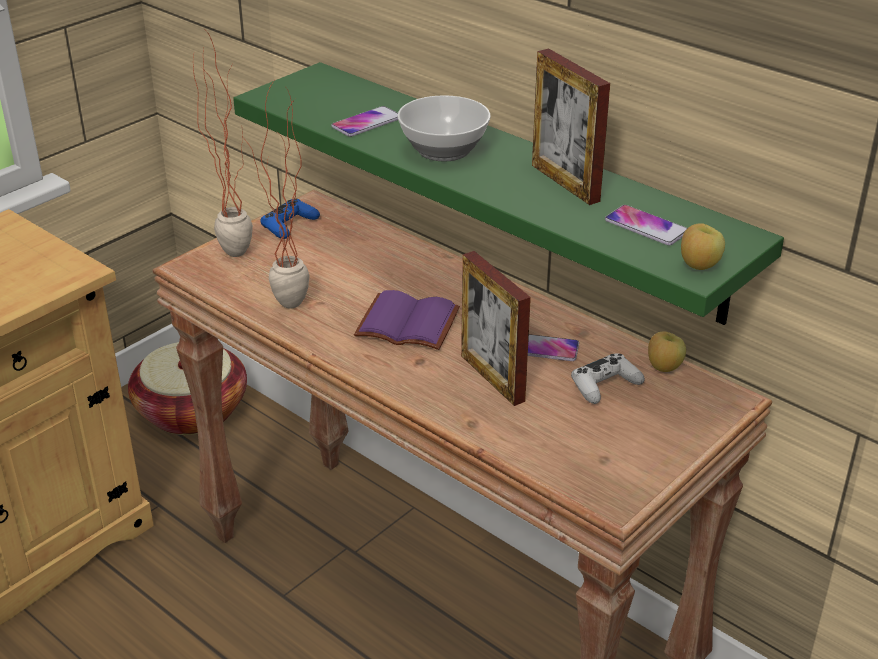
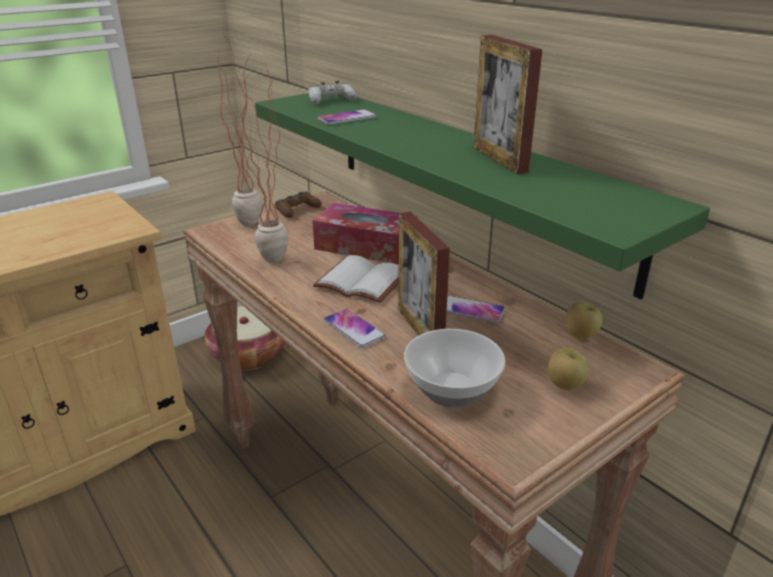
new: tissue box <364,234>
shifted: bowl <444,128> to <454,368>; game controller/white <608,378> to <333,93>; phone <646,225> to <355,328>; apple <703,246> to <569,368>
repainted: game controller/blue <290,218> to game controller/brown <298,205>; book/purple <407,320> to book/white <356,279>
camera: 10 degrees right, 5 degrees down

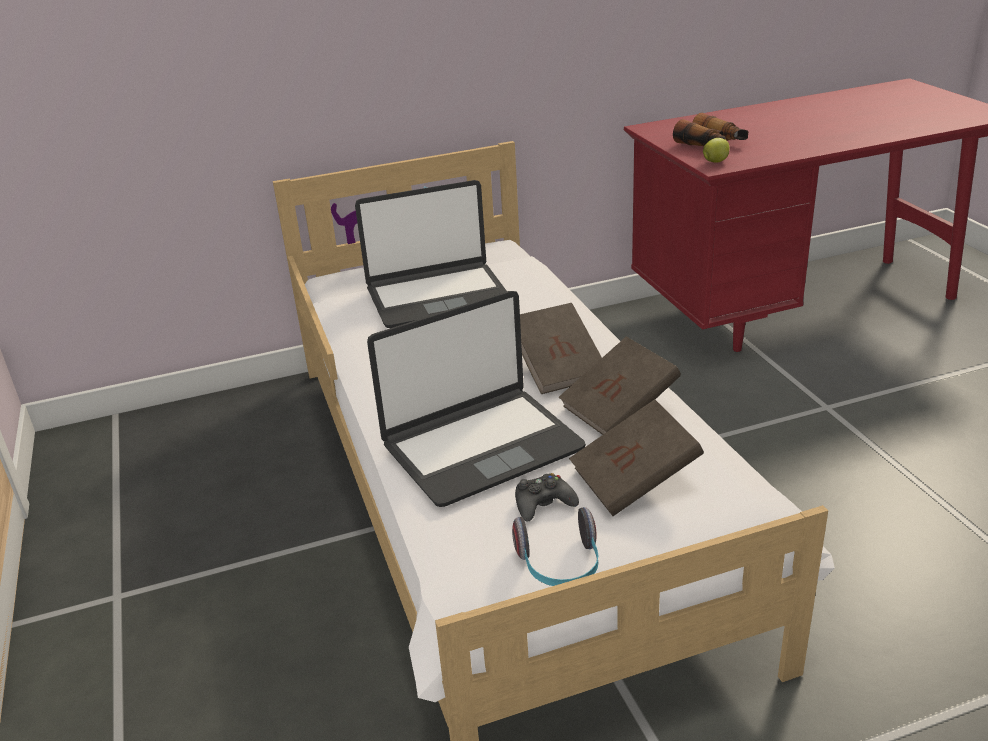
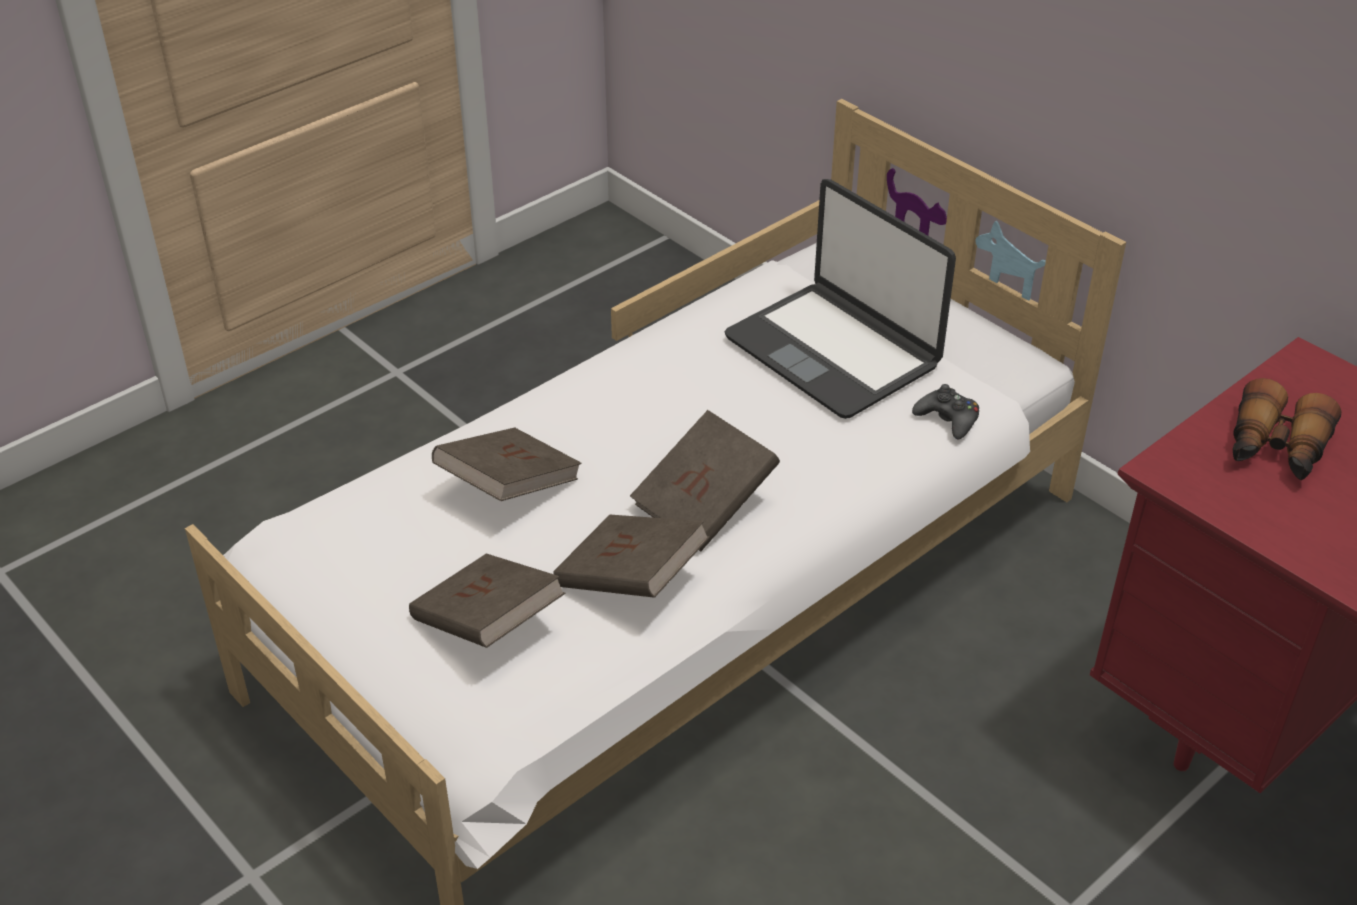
gone: headphones <555,546>; apple <716,150>
shifted: game controller/black <547,497> to <945,411>
swapped: laptop <476,399> to book/brown <507,464>
camera: 65 degrees right, 10 degrees up

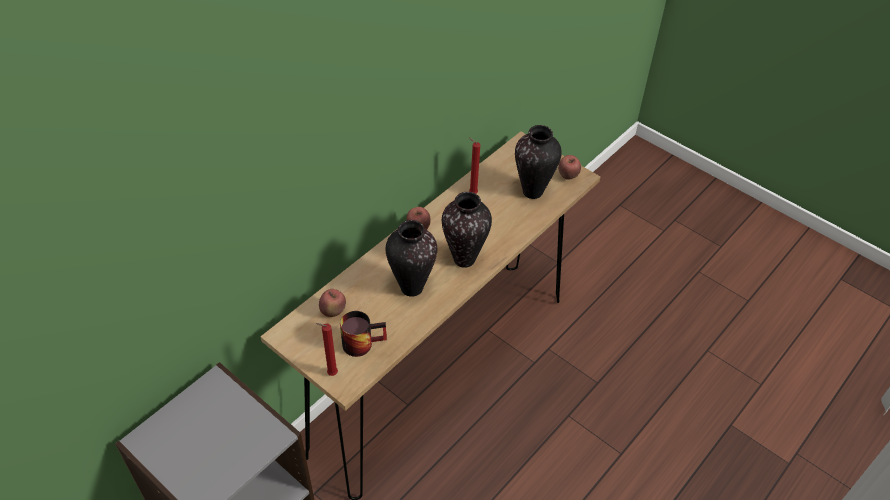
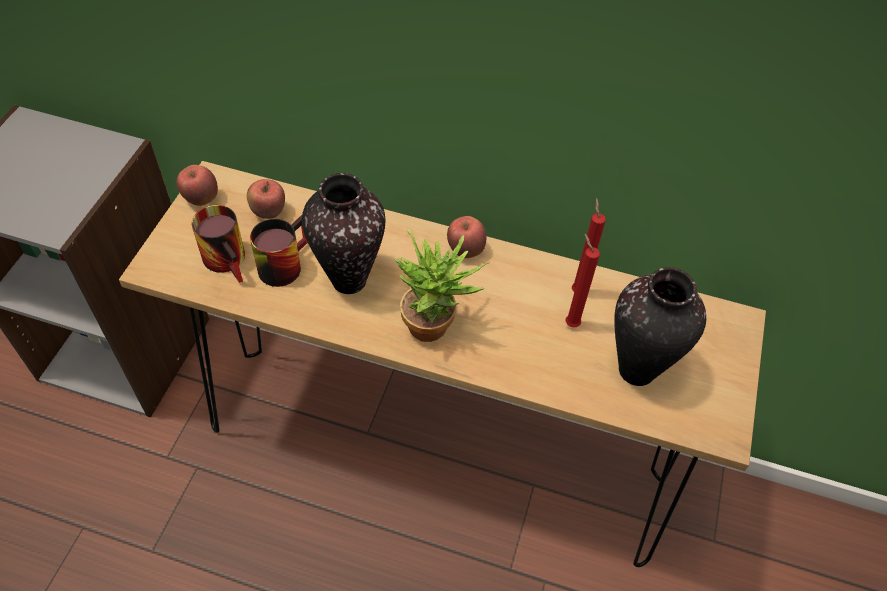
new: mug <279,251>
shifted: candle/red <327,349> to <582,281>; apple <569,167> to <197,185>
swapped: vase <467,230> to potted plant <442,285>
camera: 65 degrees right, 5 degrees up

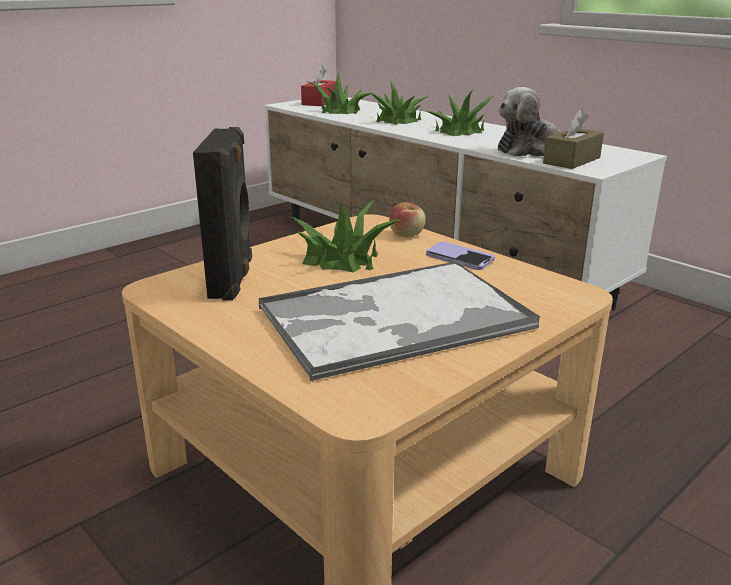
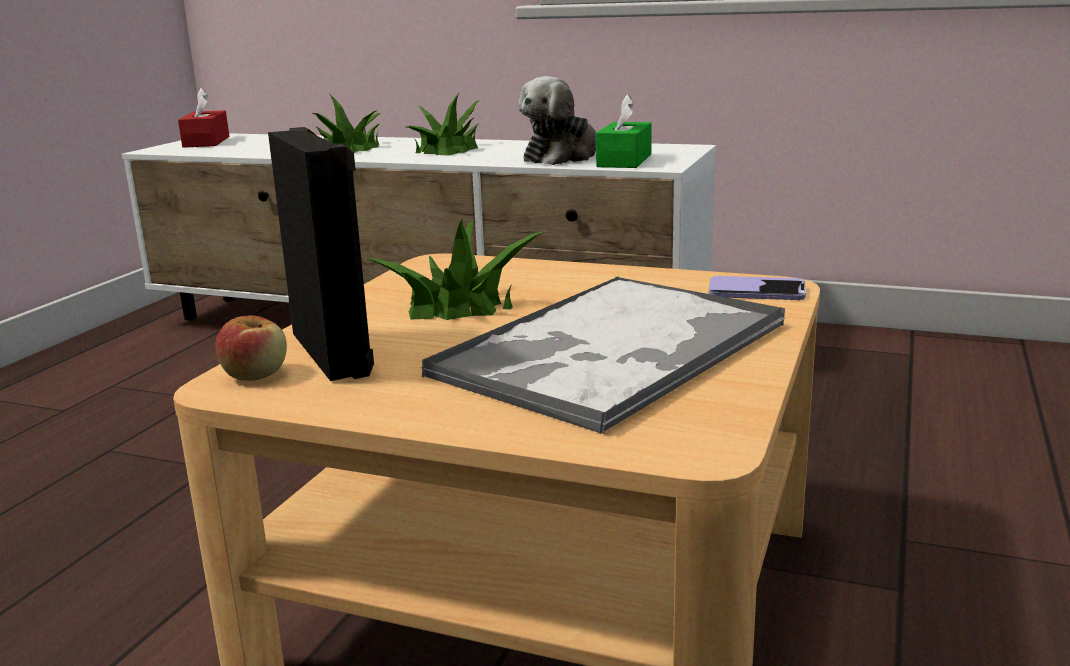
gone: potted plant <340,93>
shifted: apple <407,219> to <251,348>; phone <460,256> to <757,288>
repainted: tissue box/brown <573,139> to tissue box/green <624,131>
camera: 25 degrees left, 5 degrees down

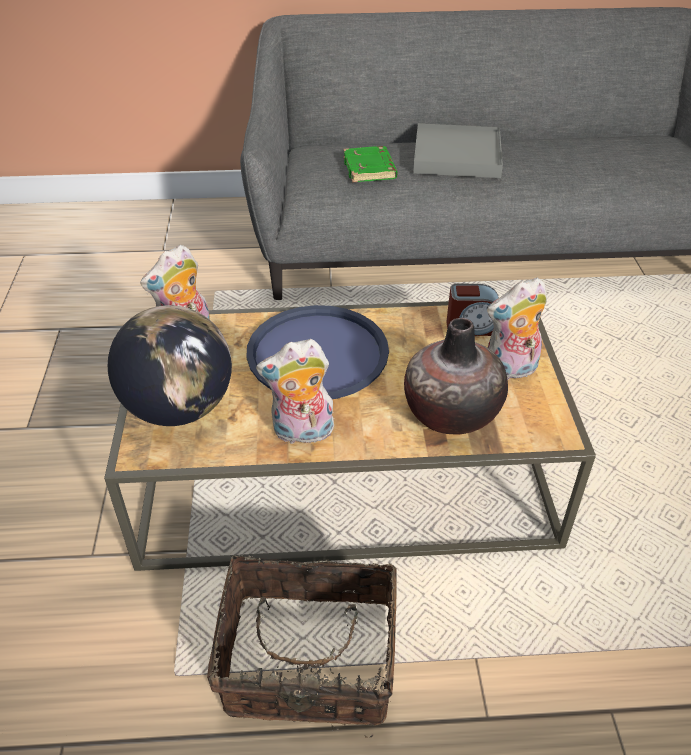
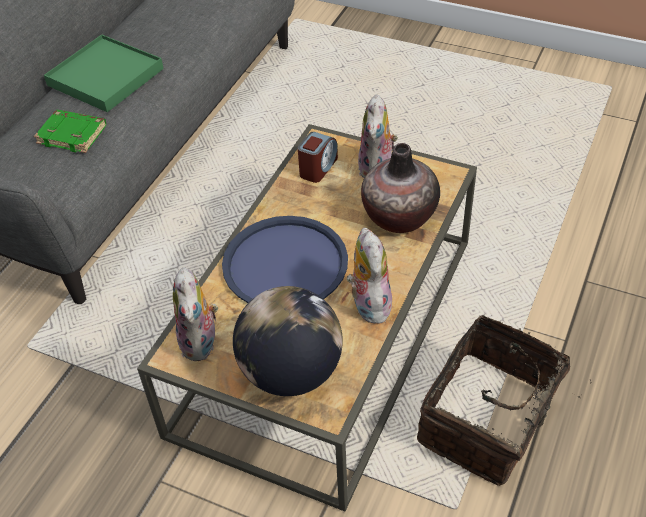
repainted: tray/grey <458,150> to tray/green <104,73>
rotated: plush toy <296,391> = <369,276> 150 degrees clockwise
camera: 60 degrees left, 5 degrees up

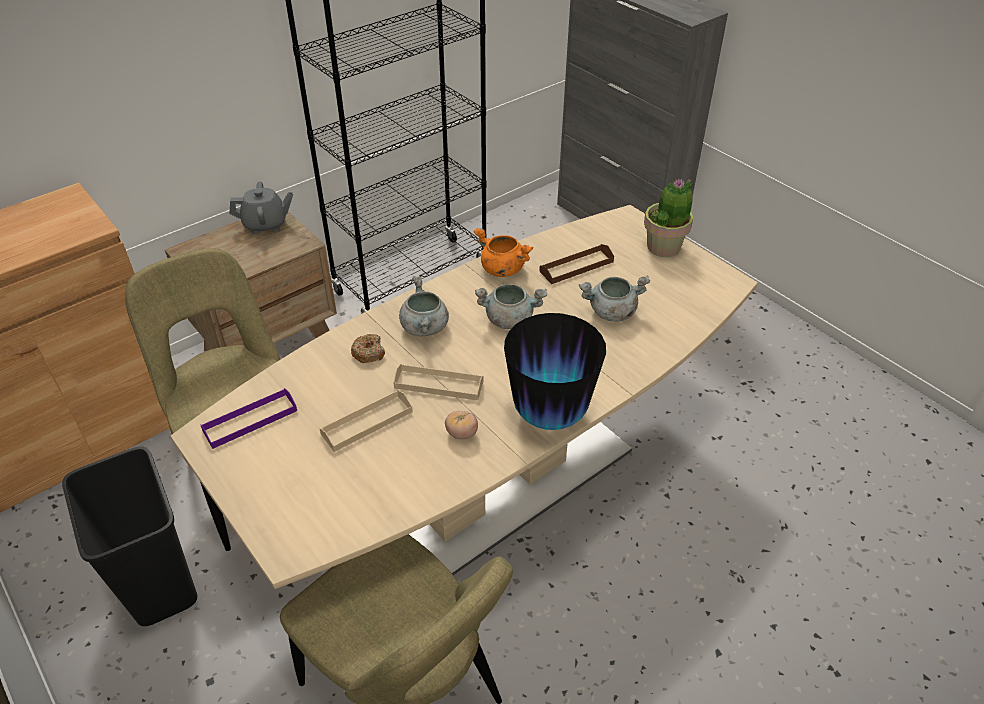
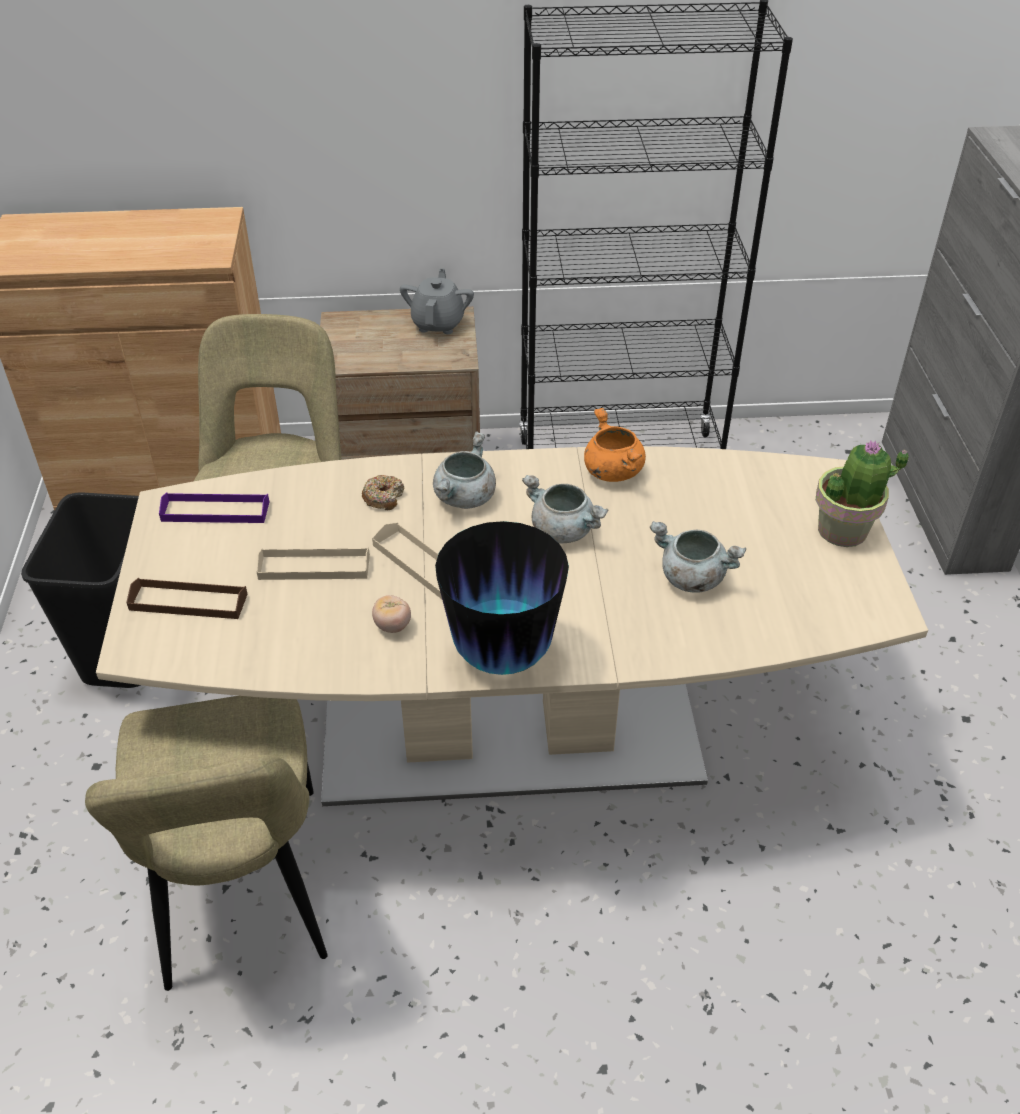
shifted: tray/brown <576,264> to <187,598>
rotated: teapot/grey <261,207> = <437,301> 105 degrees counterclockwise
camera: 35 degrees right, 0 degrees up

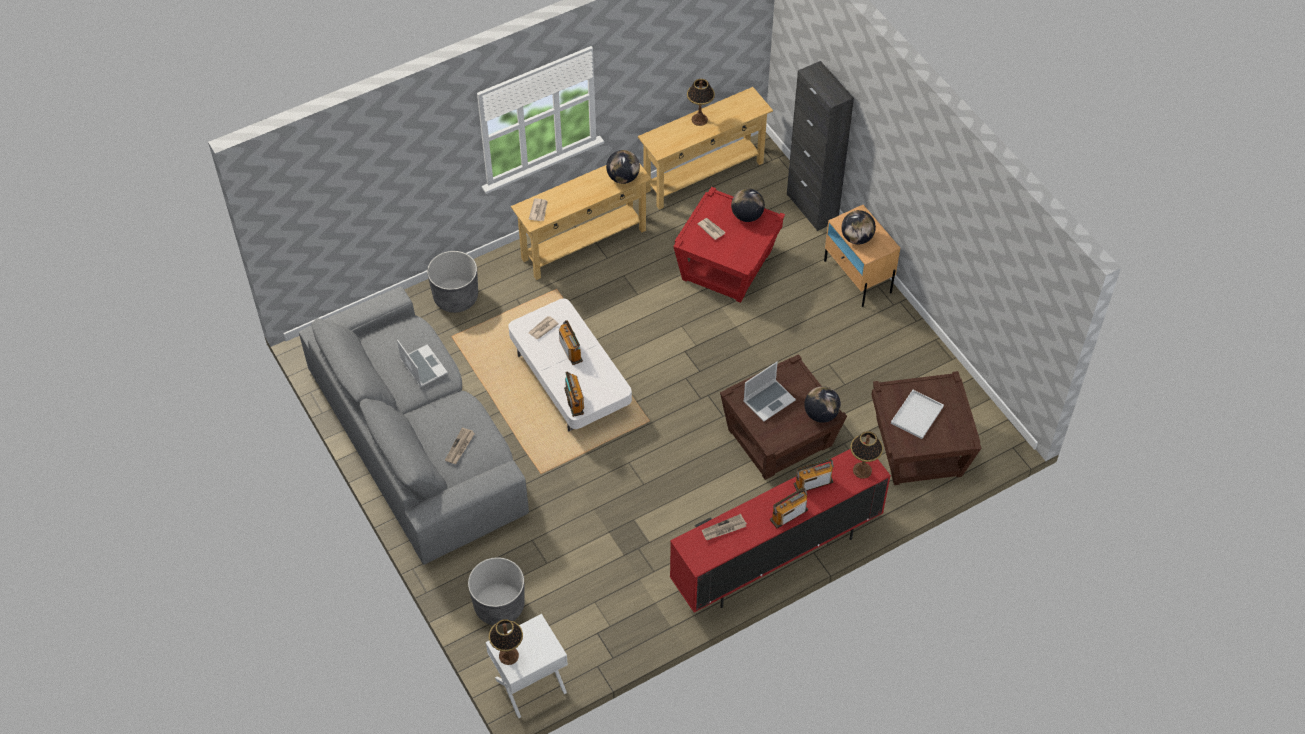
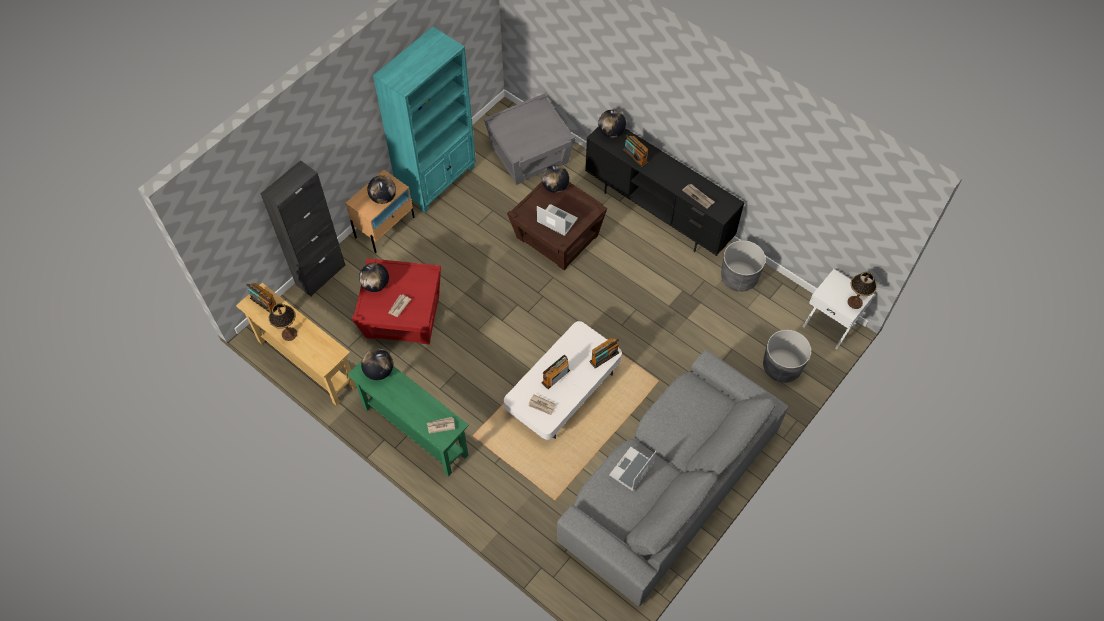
gone: newspaper <460,445>; tray/white <917,414>
new: bookcase/turquoise <424,119>
shifted: planter/grey <452,282> to <743,266>; radio <789,508> to <261,298>
swapped: table lamp <866,455> to globe <612,124>
repainted: console table/beige <581,221> to console table/green <408,419>; tv stand/red <780,527> to tv stand/black <665,191>; side table/brown <926,428> to side table/grey <530,139>
camera: 110 degrees left, 5 degrees up

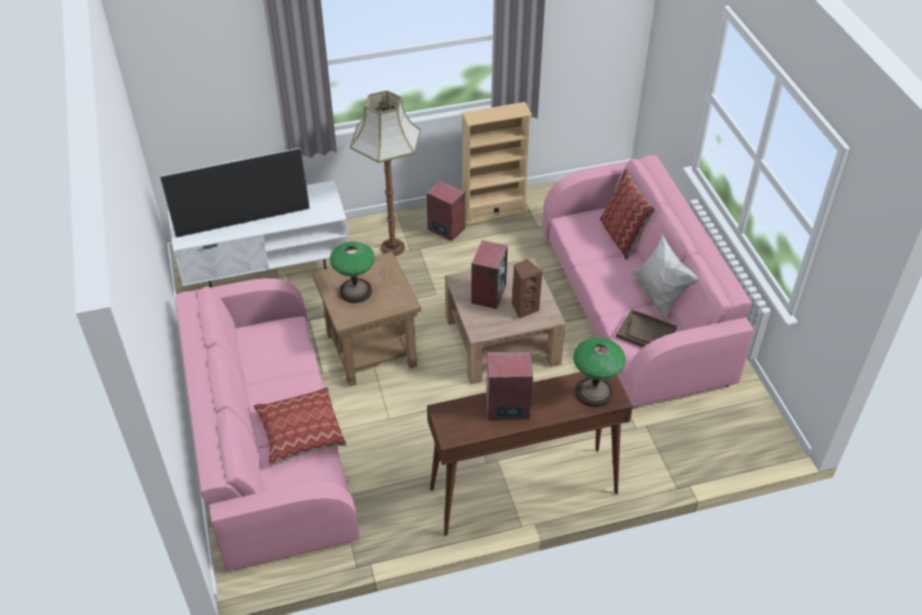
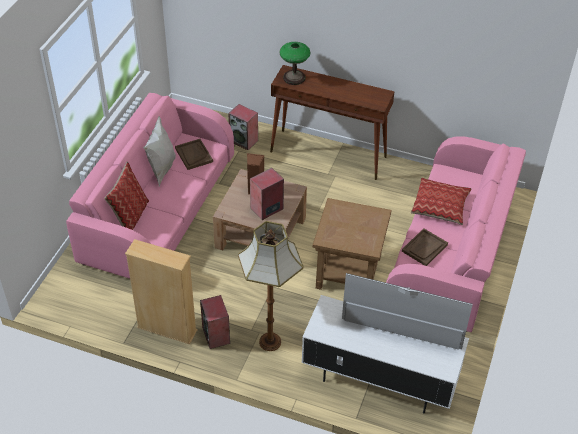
gone: table lamp <352,272>
new: tray/brown <425,247>
shifted: speaker <509,385> to <243,127>
camera: 145 degrees left, 0 degrees up

